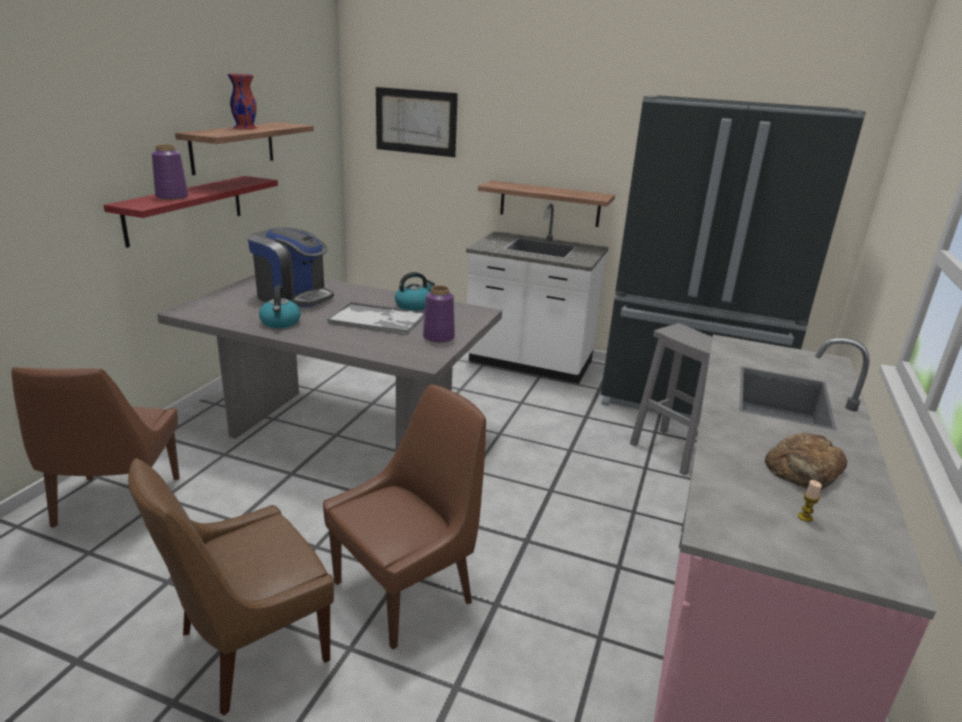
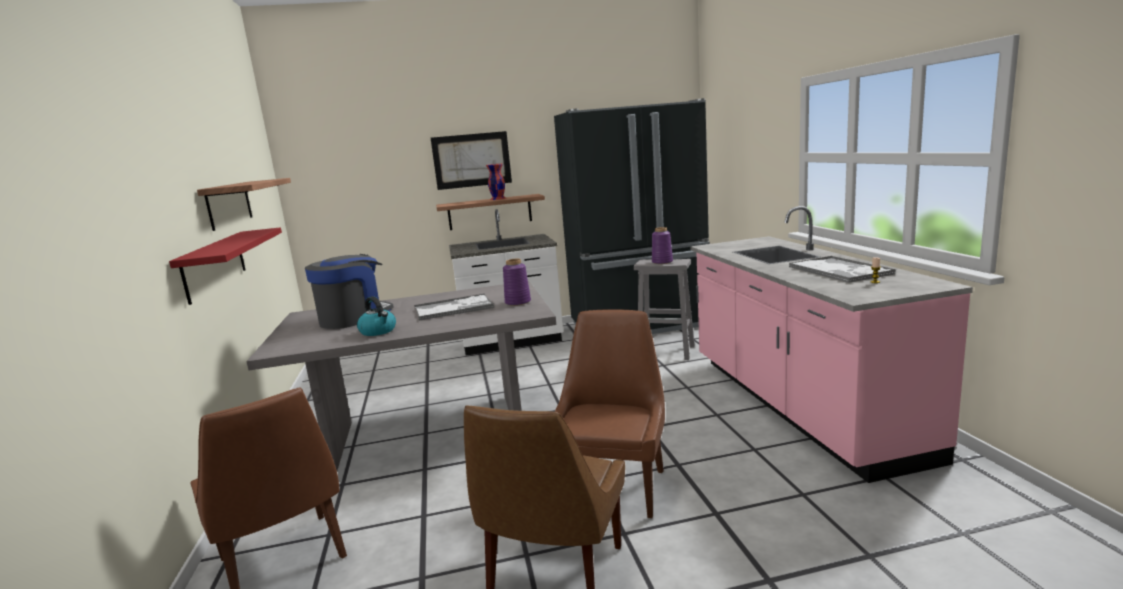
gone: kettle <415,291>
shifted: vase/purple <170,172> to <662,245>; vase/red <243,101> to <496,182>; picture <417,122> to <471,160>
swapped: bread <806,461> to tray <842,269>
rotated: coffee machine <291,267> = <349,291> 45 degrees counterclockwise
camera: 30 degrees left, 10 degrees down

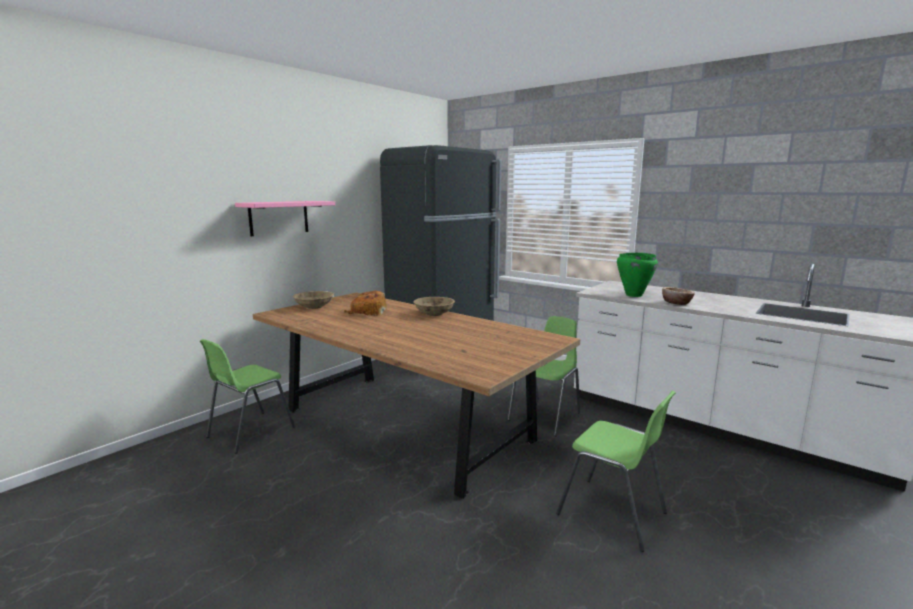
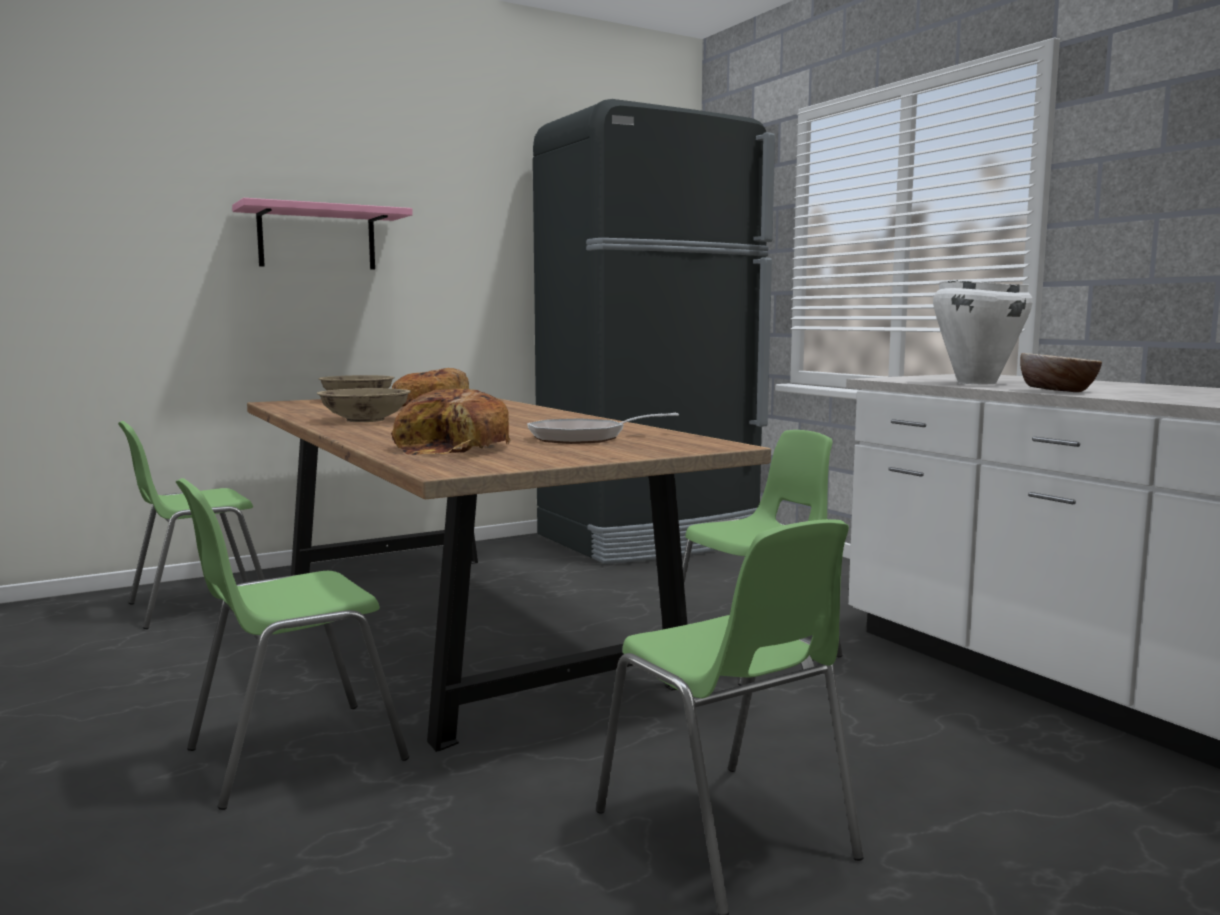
new: chair/green <292,644>; bread <451,422>; frying pan <603,428>
shifted: bowl/beige <434,306> to <364,405>
repainted: cooking pot/green <637,275> to cooking pot/white <983,332>
camera: 20 degrees right, 5 degrees down

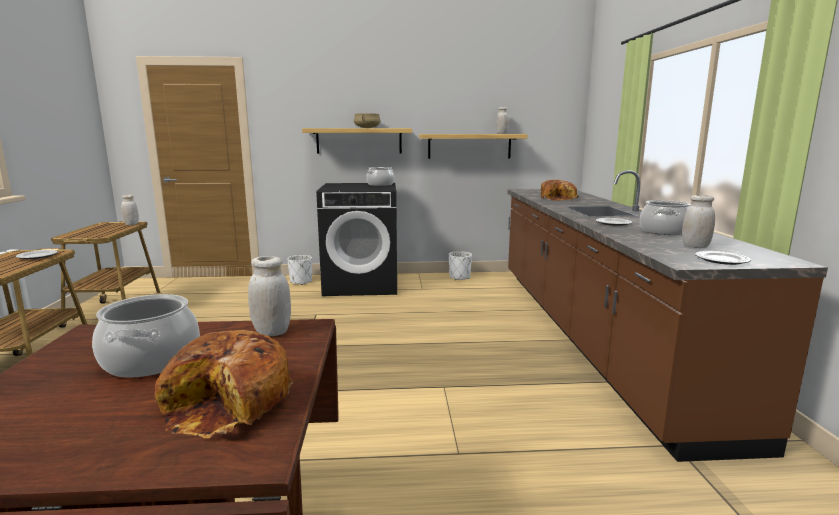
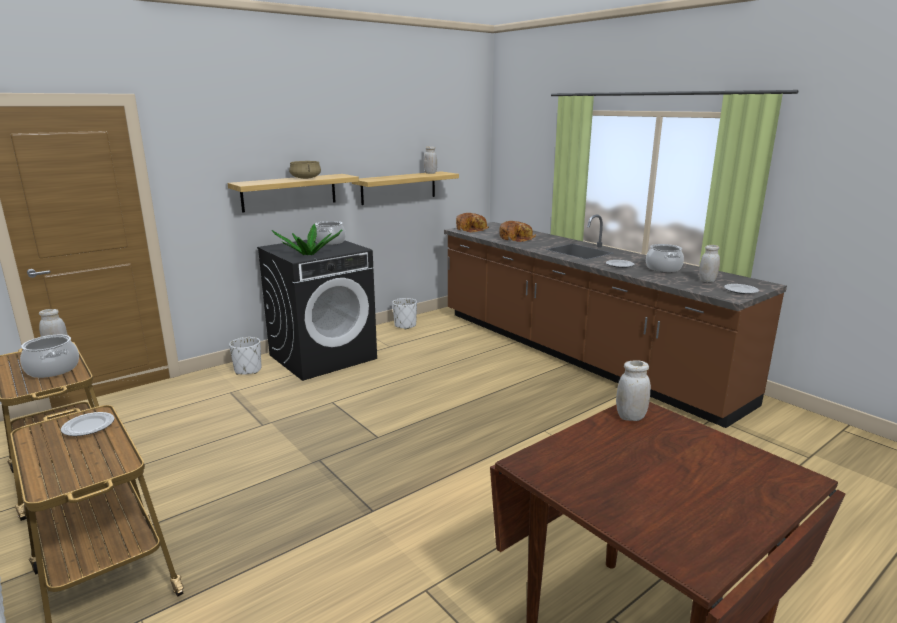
new: potted plant <307,239>
shifted: cooking pot <146,336> to <49,356>; bread <224,384> to <472,222>
camera: 35 degrees left, 5 degrees up

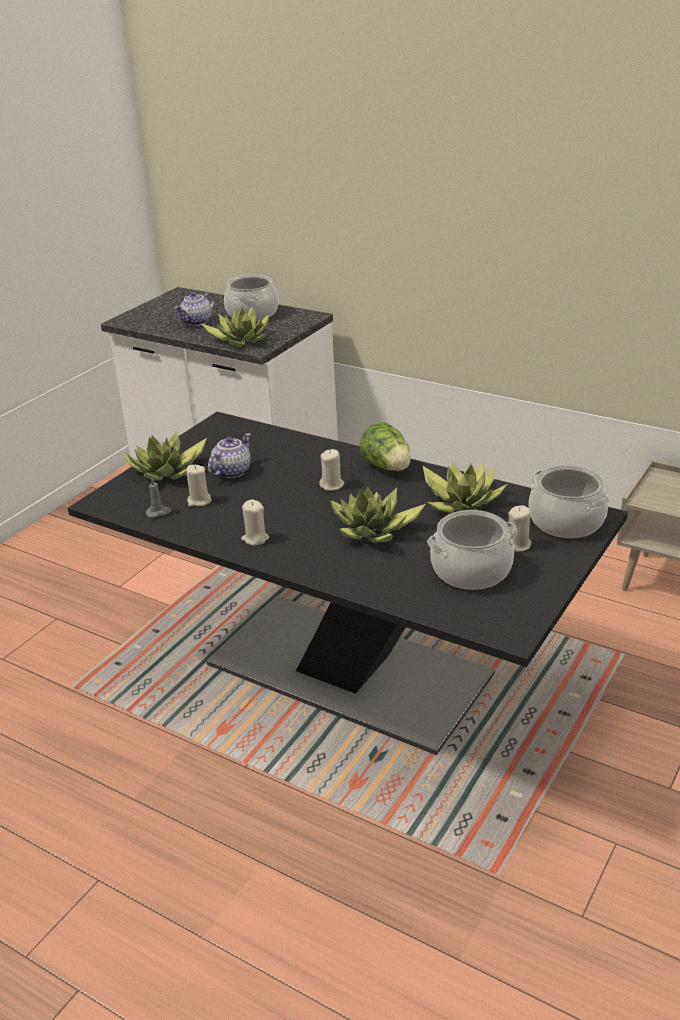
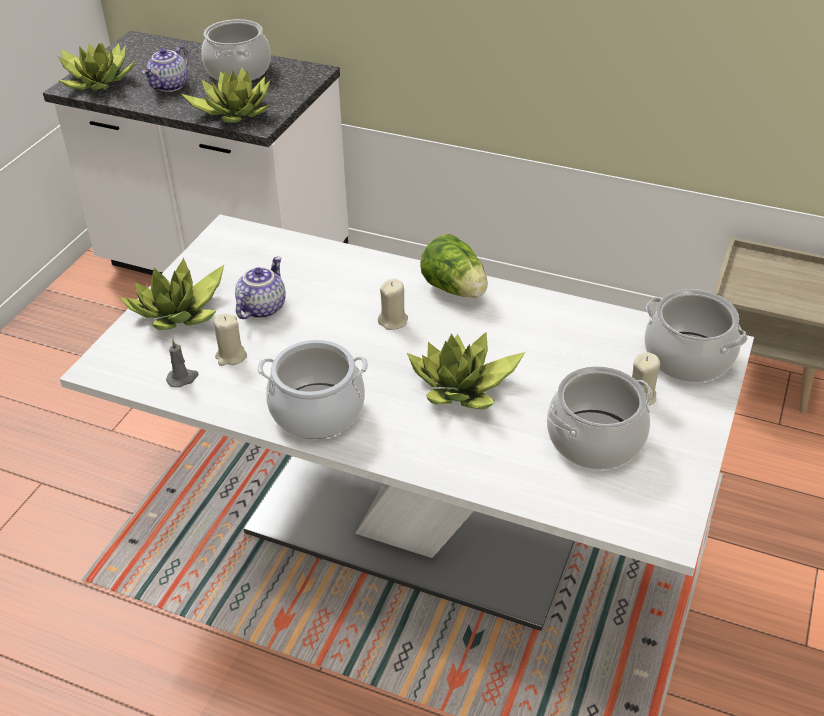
shifted: potted plant <464,487> to <96,66>
swapped: candle/beige <255,522> to cooking pot <313,389>
repainted: dining table/black <348,583> to dining table/white <407,422>
camera: 10 degrees left, 10 degrees up

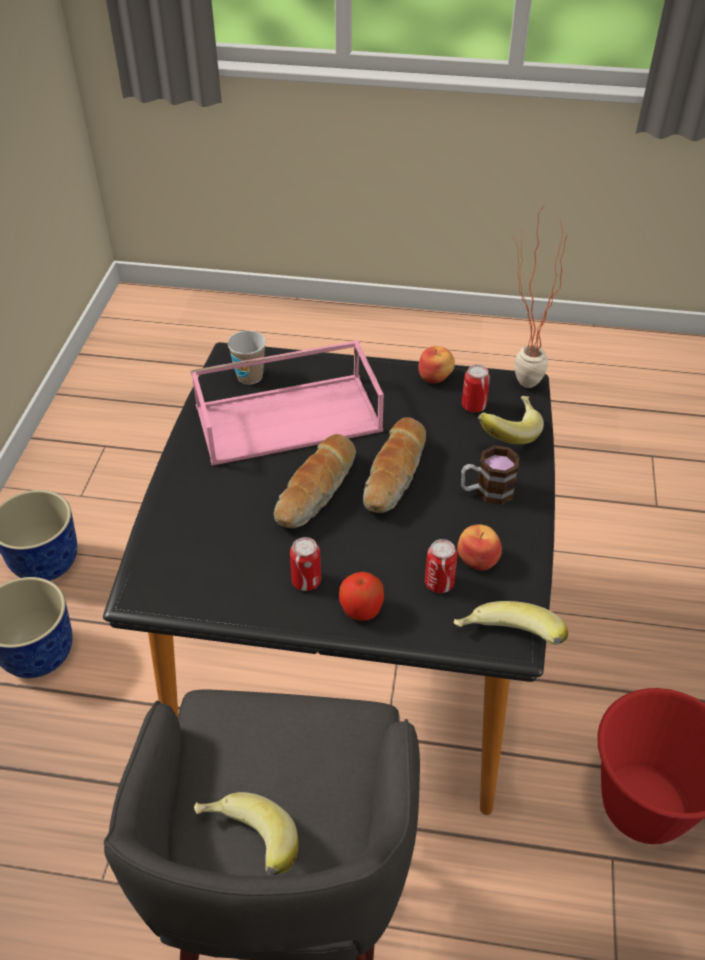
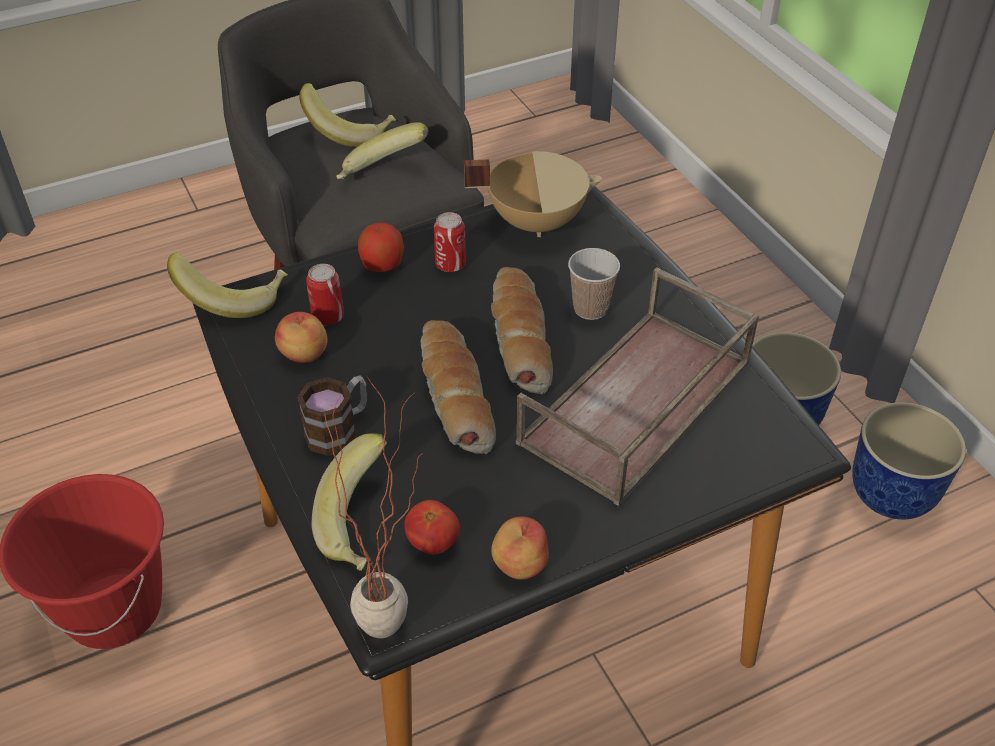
new: banana <382,150>; cooking pot/beige <533,194>
shifted: cup <246,357> to <594,284>
swapped: can <476,388> to tomato <432,527>
repainted: tray/pink <287,403> to tray/brown <637,386>
camera: 145 degrees right, 0 degrees up

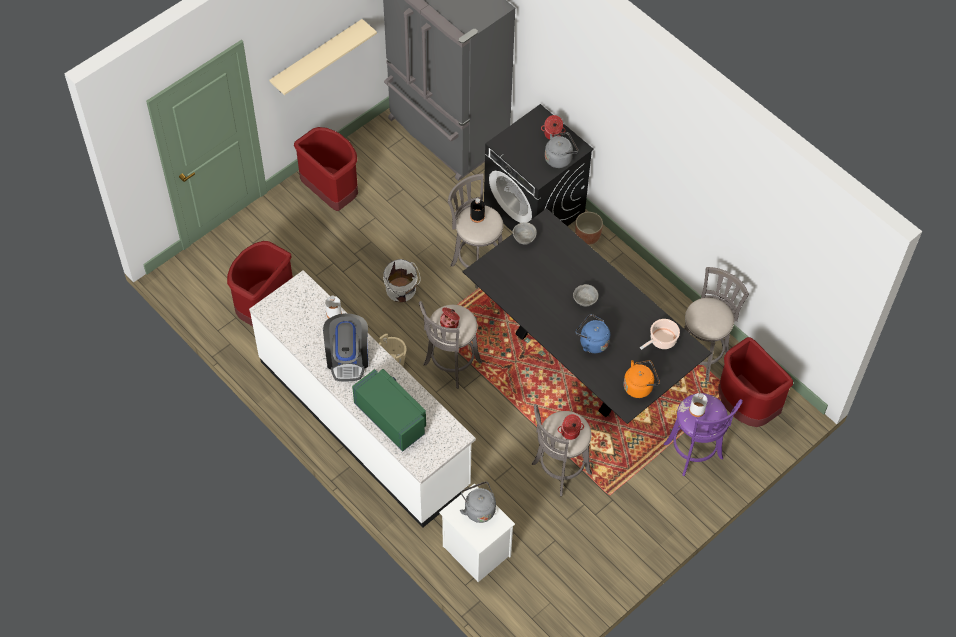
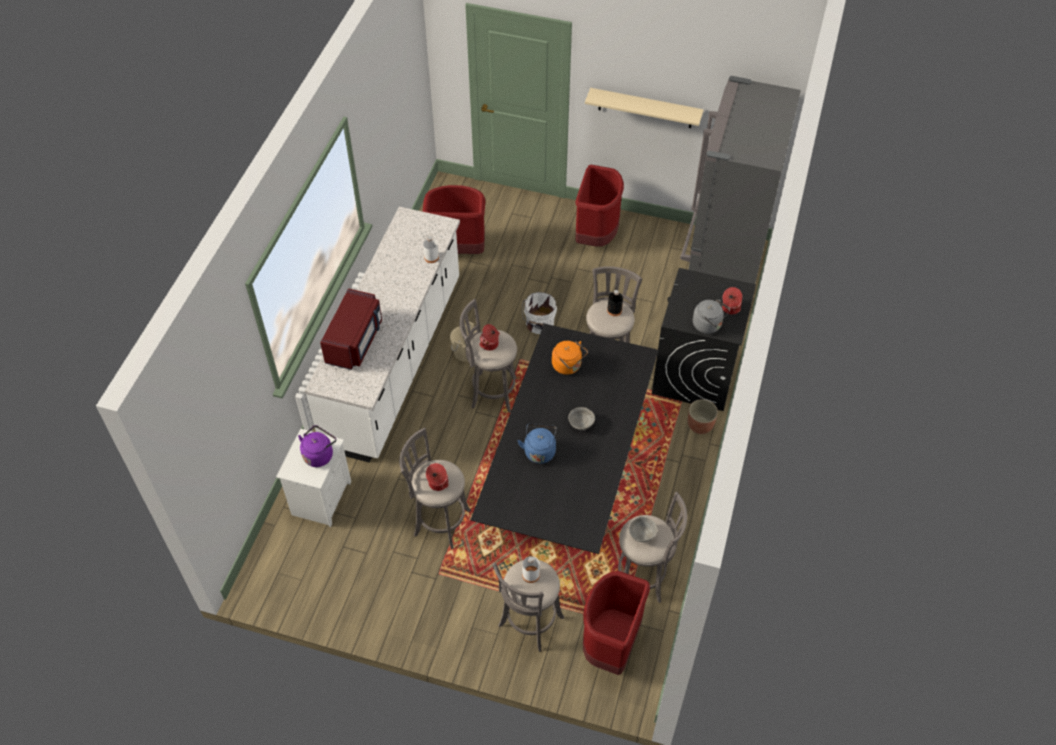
gone: coffee machine <345,347>; cooking pot <660,334>
shifted: bowl/grey <525,233> to <643,529>; kettle/orange <642,379> to <570,358>
repainted: microwave/green <389,410> to microwave/red <351,329>; kettle/grey <478,502> to kettle/purple <317,446>; stool/purple <703,434> to stool/grey <528,606>
camera: 60 degrees right, 5 degrees down

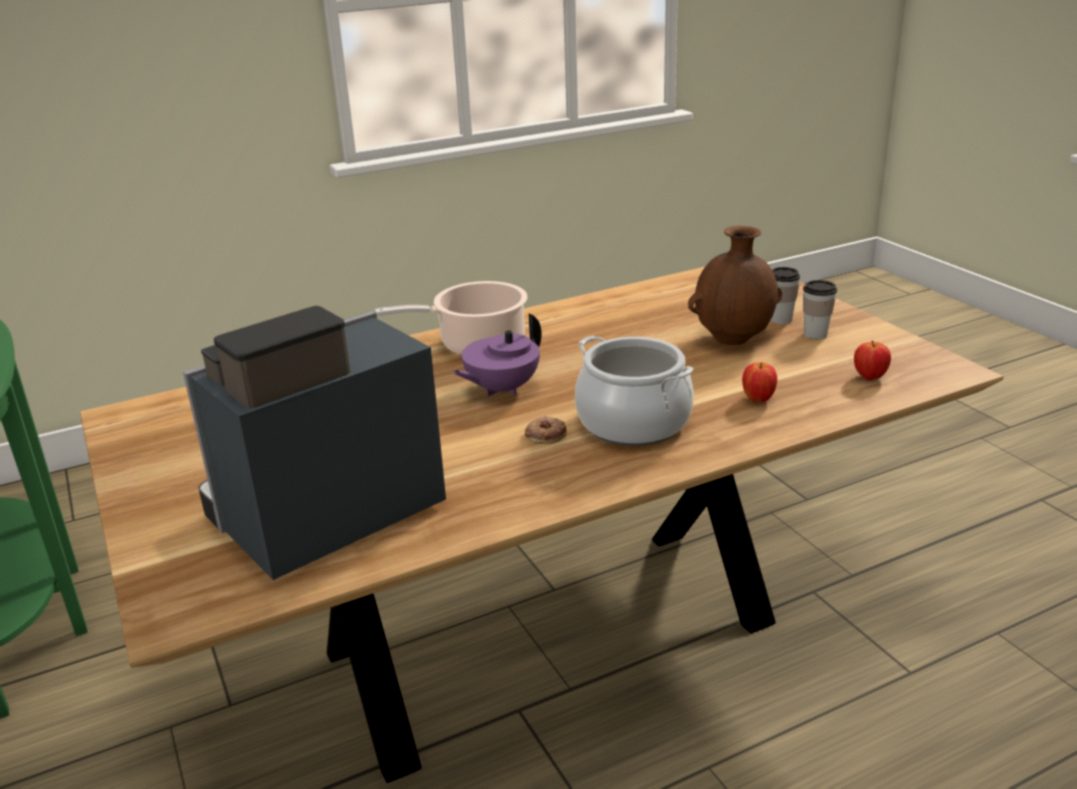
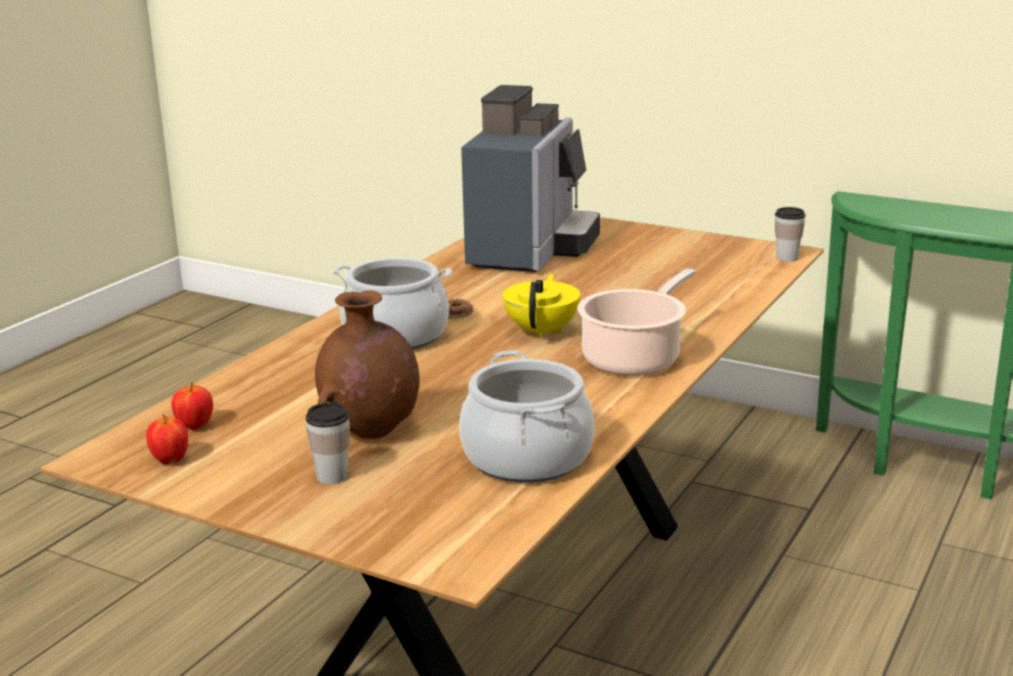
new: cooking pot <527,416>
shifted: apple <759,382> to <167,439>; cup <820,309> to <790,234>
repainted: teapot/purple <497,354> to teapot/yellow <541,306>
camera: 145 degrees right, 5 degrees down

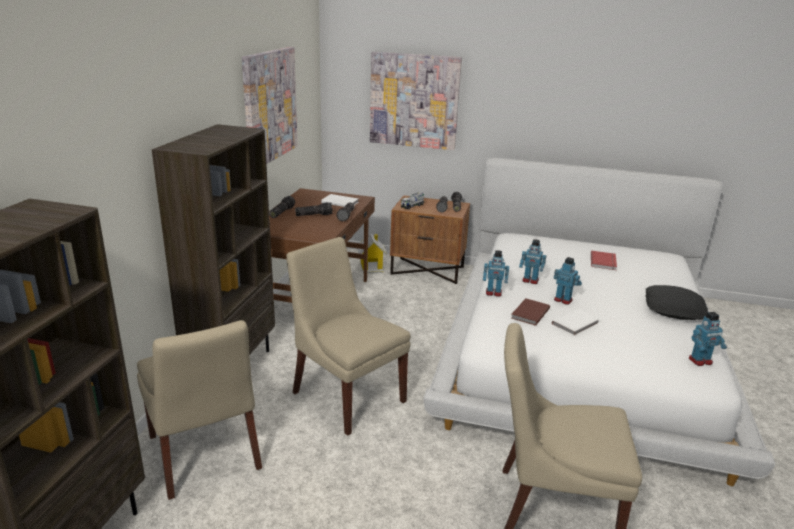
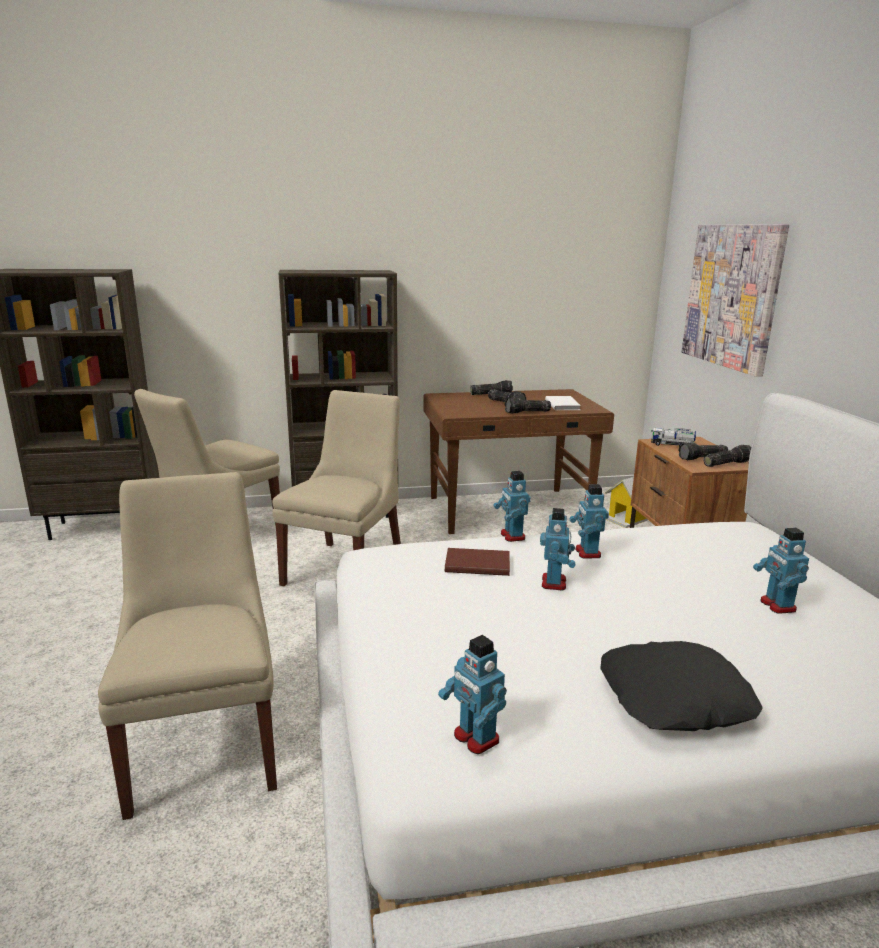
gone: picture <270,105>; book/white <575,322>
swapped: book/red <604,260> to toy robot <781,571>
camera: 65 degrees right, 5 degrees down

